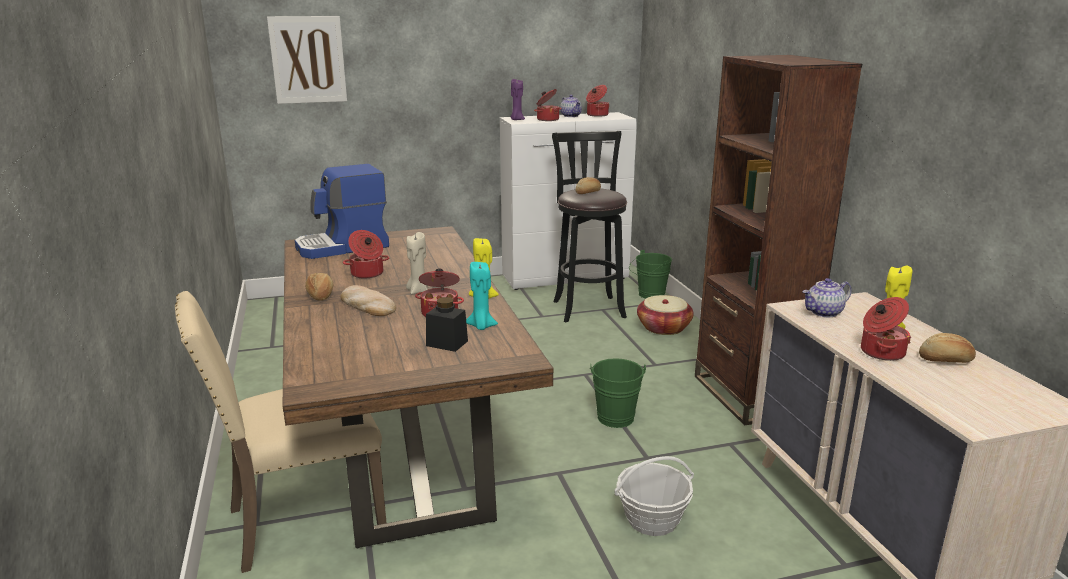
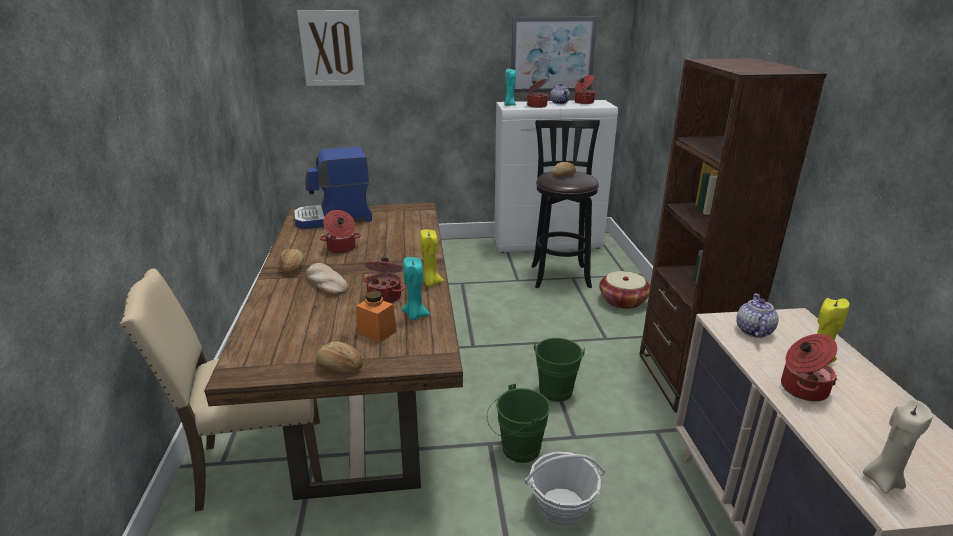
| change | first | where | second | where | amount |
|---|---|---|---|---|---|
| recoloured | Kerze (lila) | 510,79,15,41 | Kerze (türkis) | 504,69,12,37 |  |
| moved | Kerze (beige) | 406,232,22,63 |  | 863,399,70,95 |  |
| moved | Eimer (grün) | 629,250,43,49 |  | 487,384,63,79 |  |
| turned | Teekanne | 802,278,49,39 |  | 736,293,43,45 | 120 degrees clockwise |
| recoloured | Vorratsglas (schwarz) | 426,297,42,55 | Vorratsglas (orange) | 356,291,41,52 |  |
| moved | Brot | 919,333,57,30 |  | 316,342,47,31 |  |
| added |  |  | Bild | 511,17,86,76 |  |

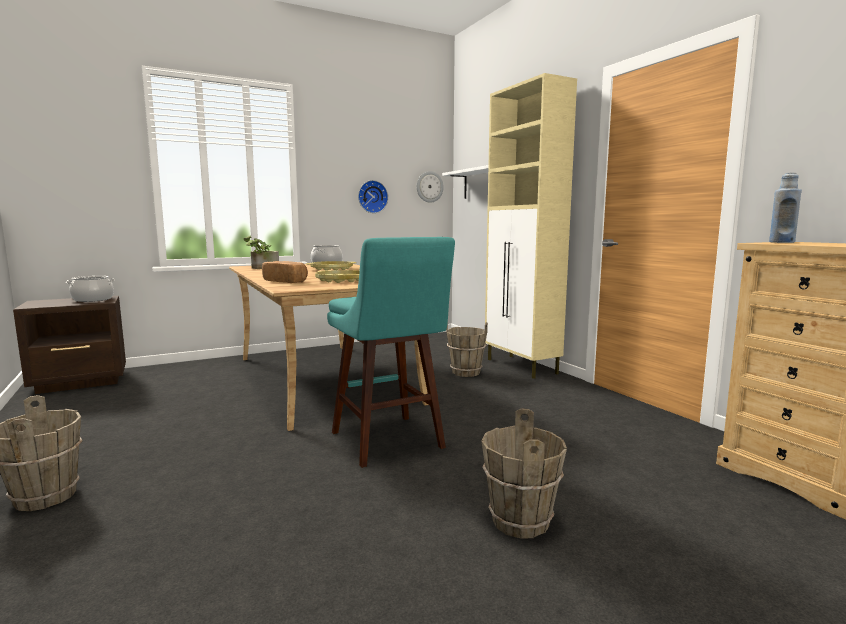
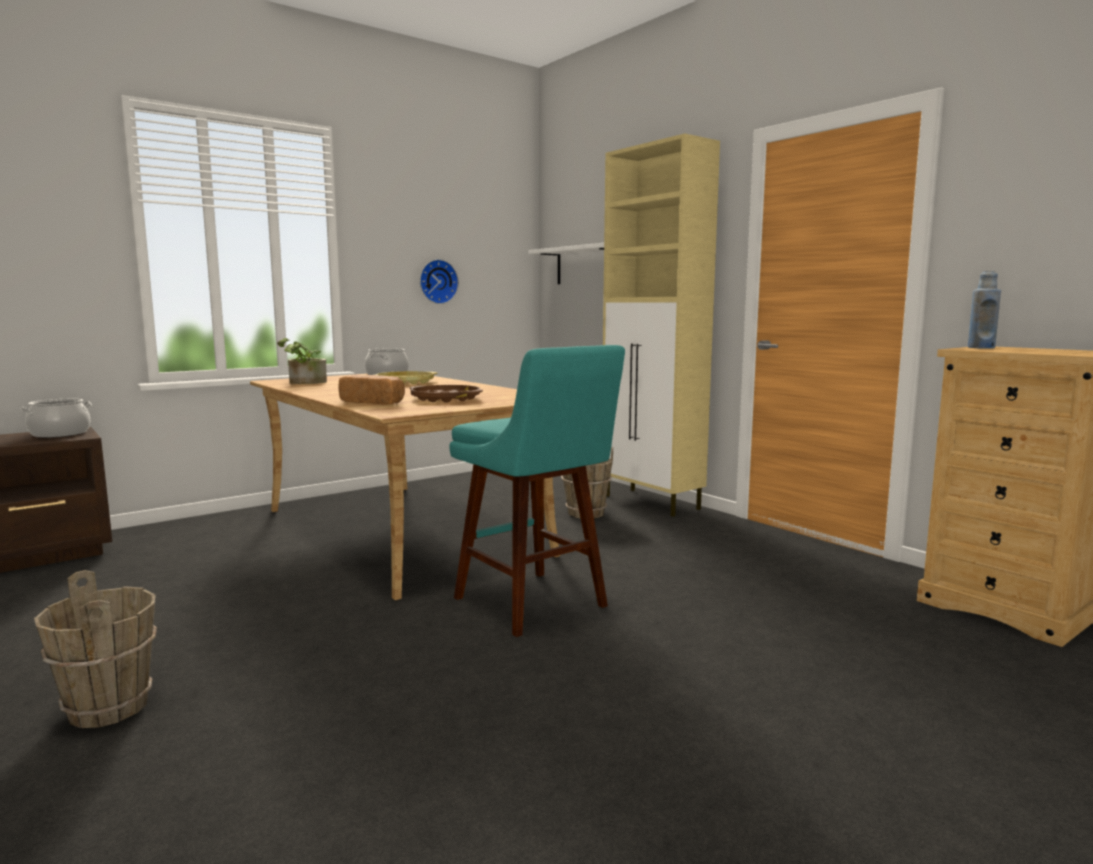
| change | first | where | second | where | amount |
|---|---|---|---|---|---|
| removed | Wanduhr | 417,171,27,32 |  |  |  |
| recoloured | Tablett (gelb) | 315,270,45,13 | Tablett (braun) | 410,385,73,18 |  |
| removed | Eimer (braun) | 481,408,86,131 |  |  |  |

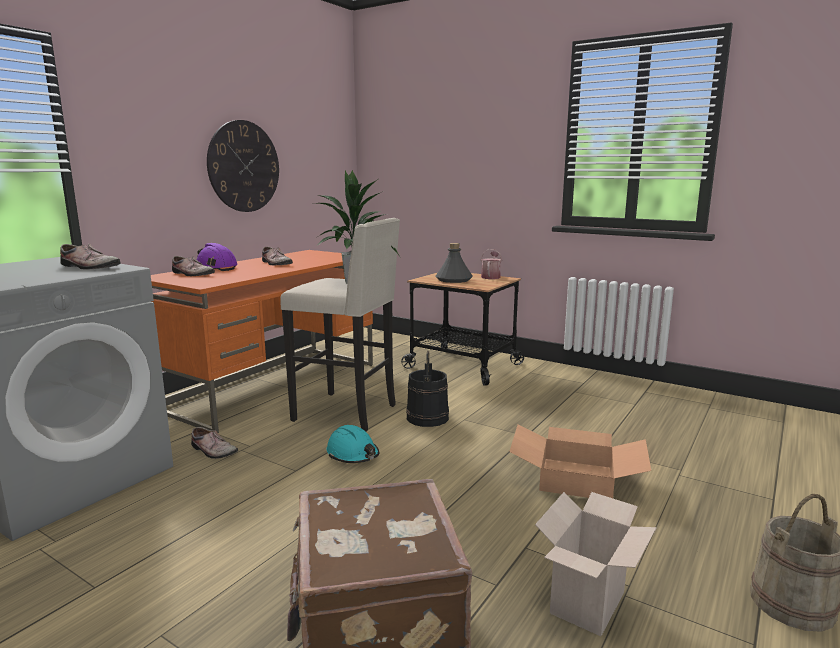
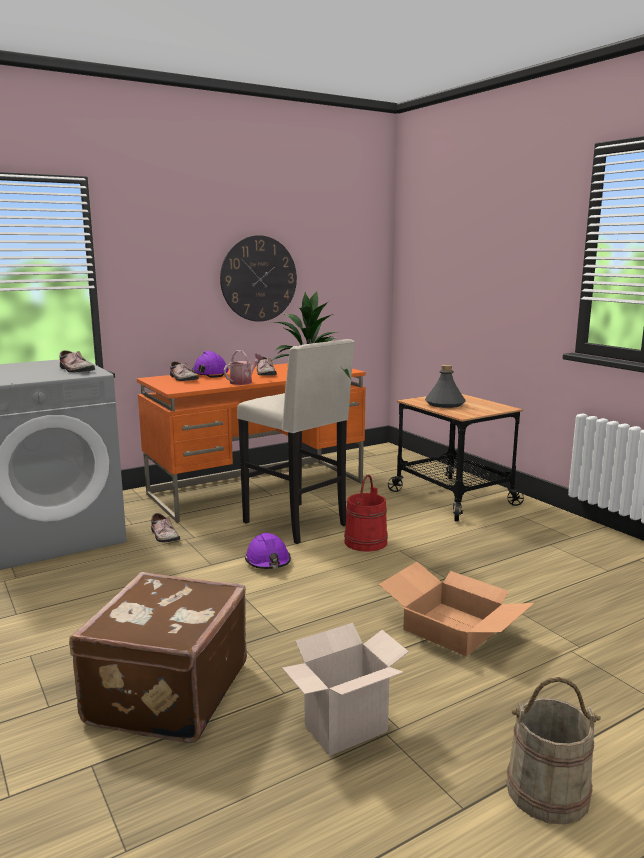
| change | first | where | second | where | amount |
|---|---|---|---|---|---|
| moved | Gießkanne | 480,249,22,30 |  | 224,350,39,35 |  |
| recoloured | Eimer (schwarz) | 406,351,43,76 | Eimer (rot) | 344,475,44,77 |  |
| recoloured | Schutzhelm (türkis) | 326,425,53,38 | Schutzhelm (lila) | 245,533,46,36 |  |

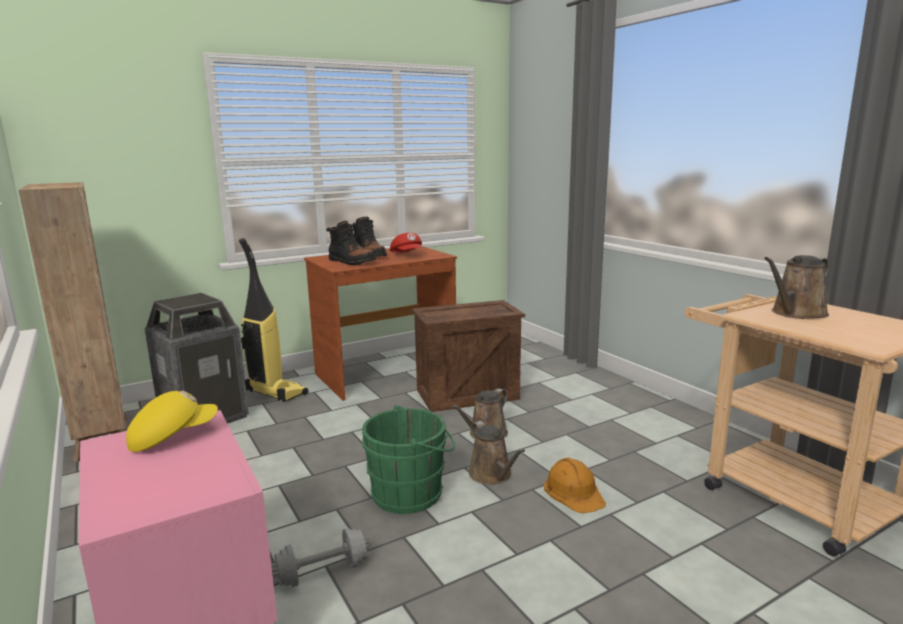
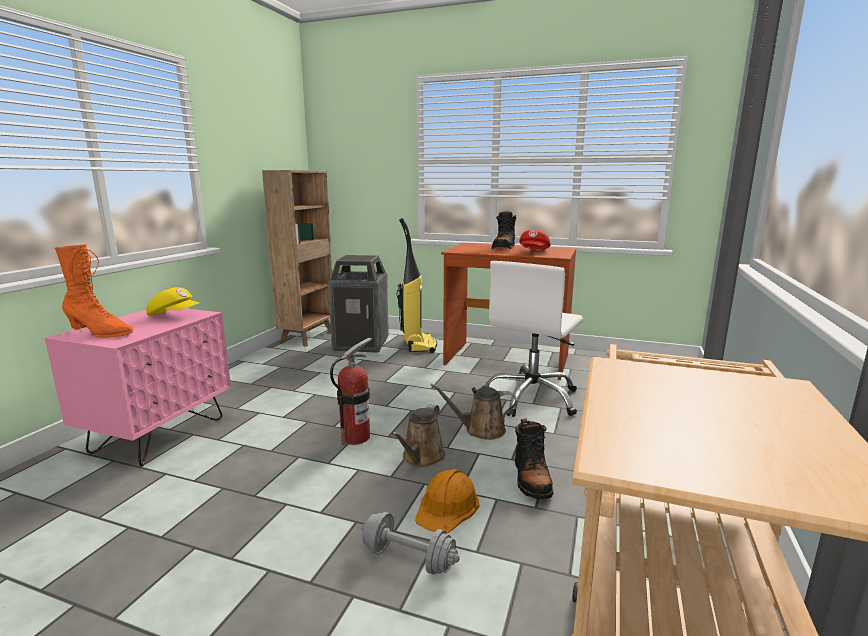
| change | first | where | second | where | amount |
|---|---|---|---|---|---|
| moved | Stiefel (schwarz) | 326,221,51,44 |  | 515,418,39,81 |  |
| removed | Gießkanne (braun) | 764,255,65,64 |  |  |  |
| replaced | Kiste | 412,300,113,112 | Bürostuhl (weiß) | 482,261,101,156 |  |
| replaced | Eimer (grün) | 362,405,93,109 | Feuerlöscher | 330,338,42,107 |  |
| moved | Hantel (grau) | 271,528,100,59 |  | 361,512,99,62 |  |
| added |  |  | Stiefel (orange) | 55,244,79,94 |  |

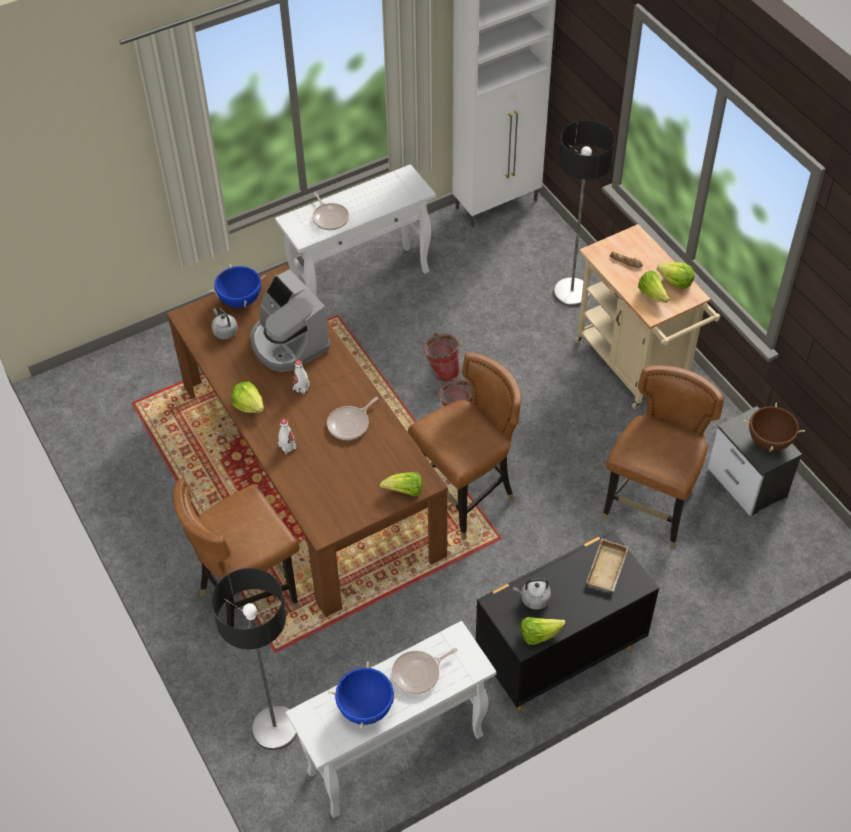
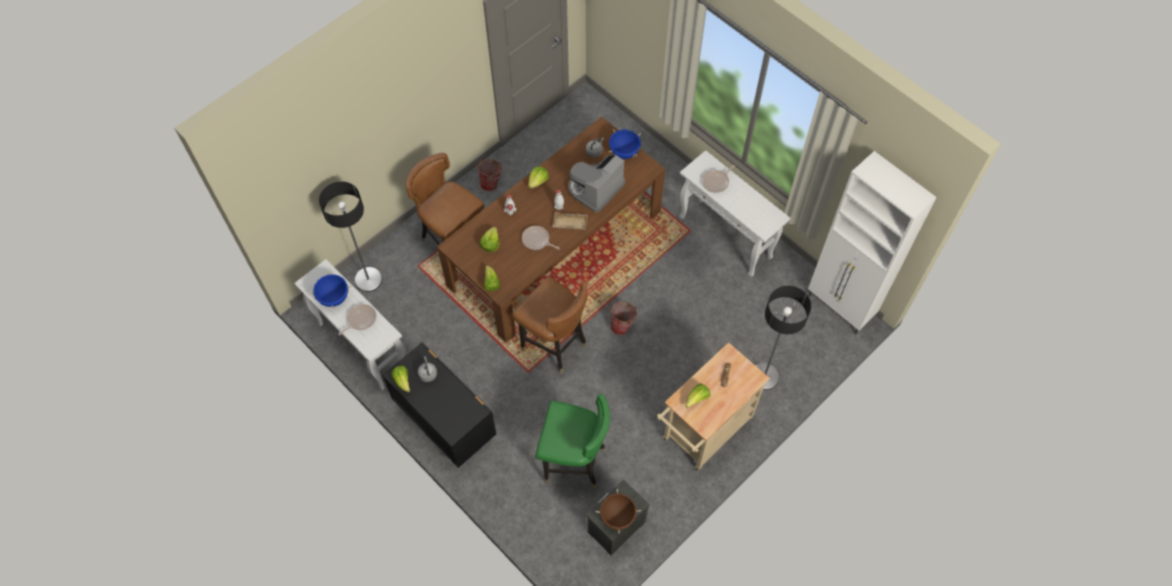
| change | first | where | second | where | amount |
|---|---|---|---|---|---|
| moved | Salatkopf | 657,262,37,27 |  | 480,227,19,25 |  |
| moved | Eimer | 423,333,39,48 |  | 477,159,26,32 |  |
| recoloured | Stuhl (braun) | 602,365,122,184 | Stuhl (grün) | 535,394,75,95 |  |
| moved | Tablett (beige) | 586,538,43,54 |  | 553,212,35,18 |  |
| turned | Pfanne | 392,648,66,46 |  | 339,304,37,31 | 90 degrees clockwise |

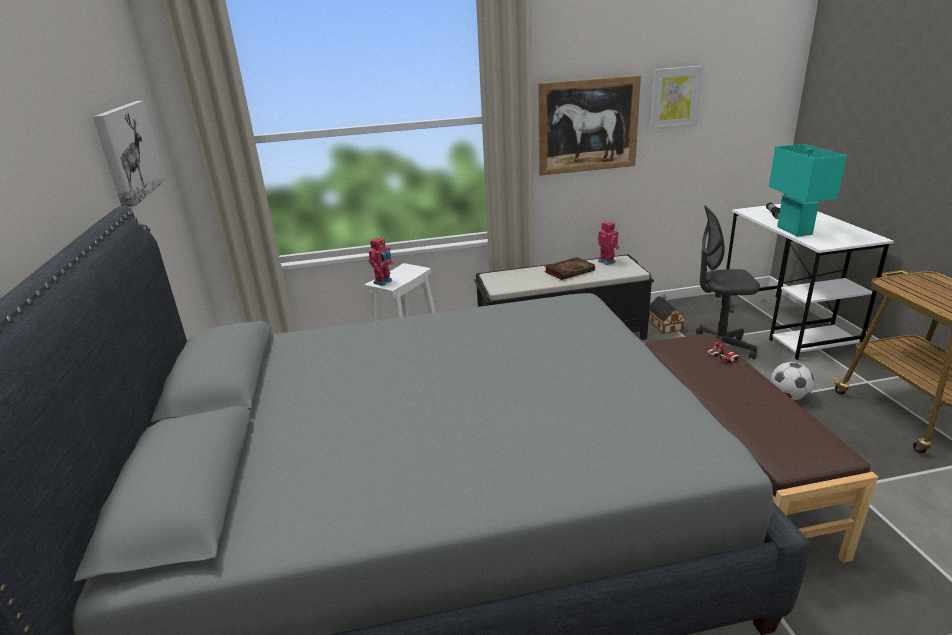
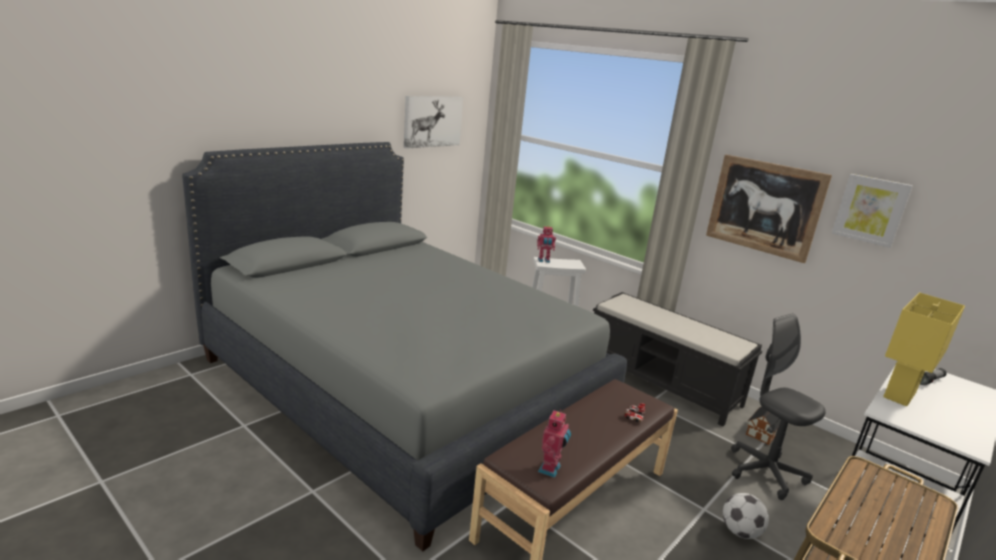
| change | first | where | second | where | amount |
|---|---|---|---|---|---|
| recoloured | Tischlampe (türkis) | 769,144,78,92 | Tischlampe (gelb) | 883,292,82,114 |  |
| moved | Spielzeugroboter | 598,220,21,45 |  | 538,409,33,69 |  |
| removed | Buch | 544,257,51,23 |  |  |  |

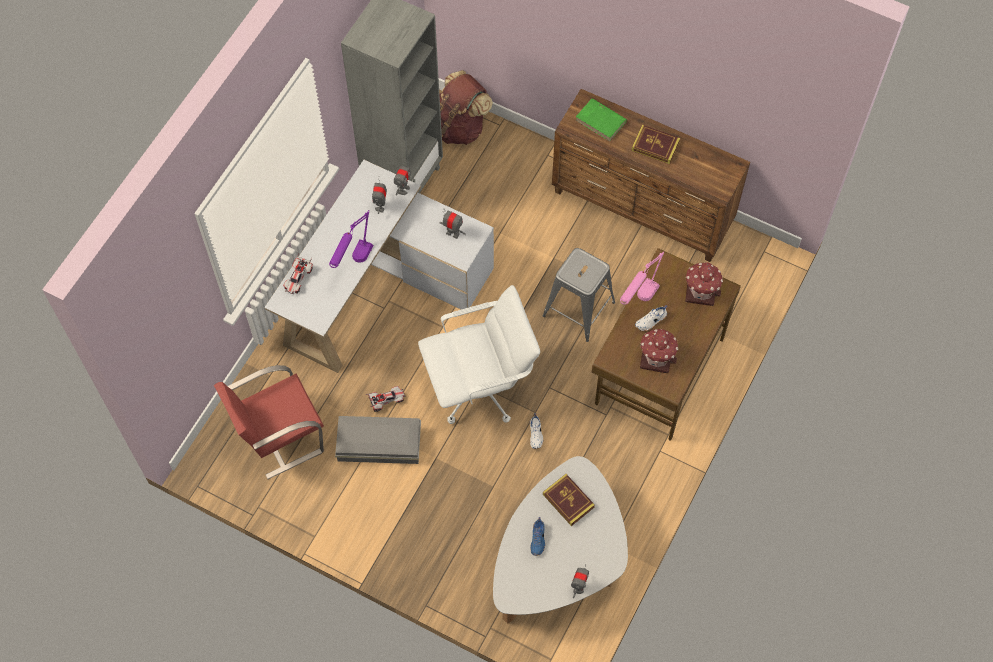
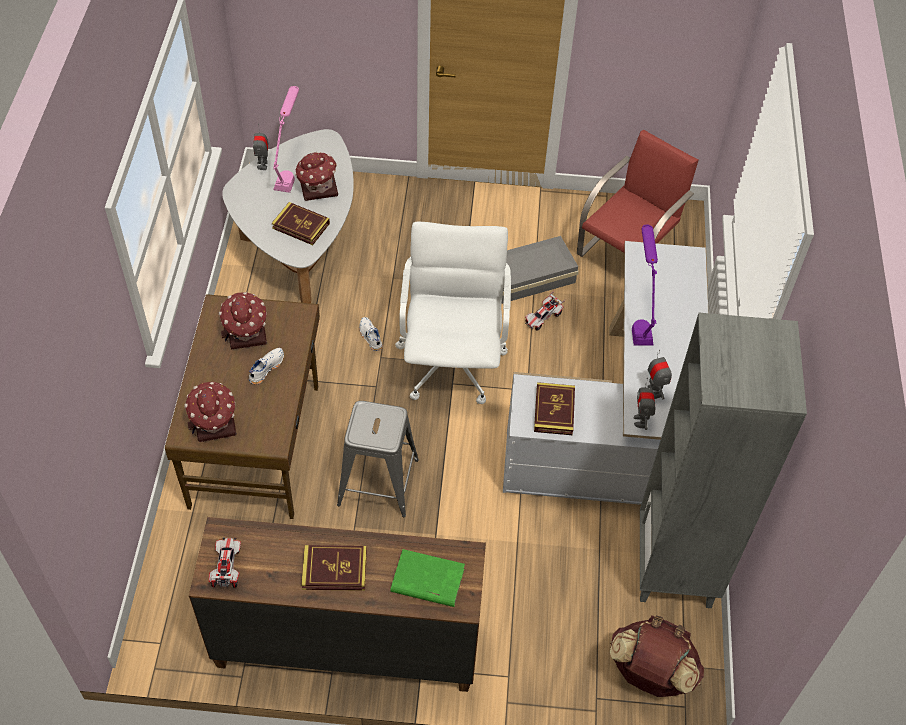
| change | first | where | second | where | amount |
|---|---|---|---|---|---|
| replaced | Spielzeugroboter | 439,211,27,28 | Buch | 534,382,41,53 |  |
| moved | Tischlampe (rosa) | 620,251,44,54 |  | 273,86,26,107 |  |
| moved | Spielzeugauto | 283,253,30,41 |  | 209,537,32,50 |  |
| turned | Bürostuhl (weiß) | 418,285,122,139 |  | 395,221,116,183 | 135 degrees clockwise |
| replaced | Schuh (blau) | 530,517,15,39 | Spielzeughaus | 295,152,43,49 |  |

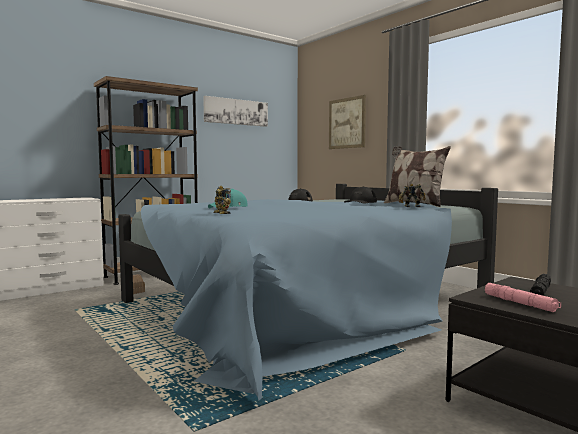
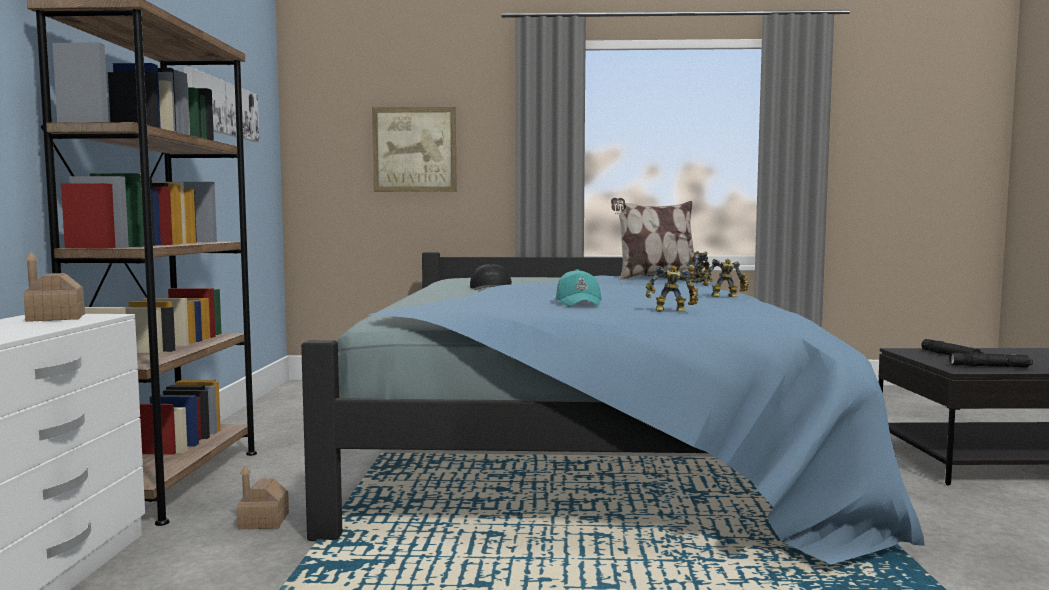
| change | first | where | second | where | amount |
|---|---|---|---|---|---|
| removed | Kappe (schwarz) | 344,186,33,17 |  |  |  |
| recoloured | Taschenlampe (rosa) | 485,283,76,29 | Taschenlampe (schwarz) | 950,353,83,15 |  |
| added |  |  | Spielzeughaus | 24,252,61,70 |  |
| added |  |  | Spielzeugroboter | 703,259,46,39 |  |

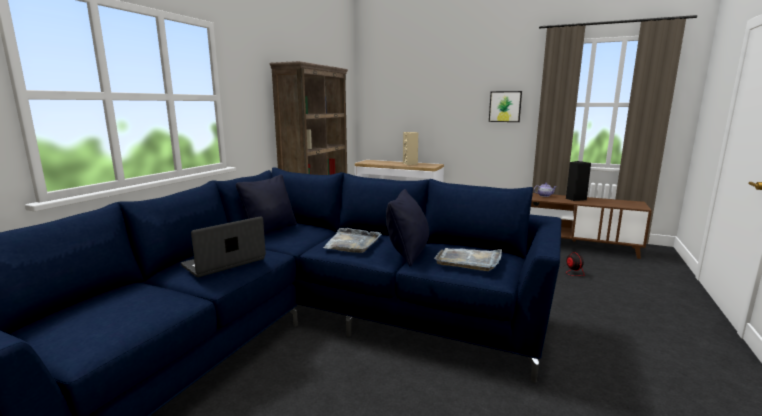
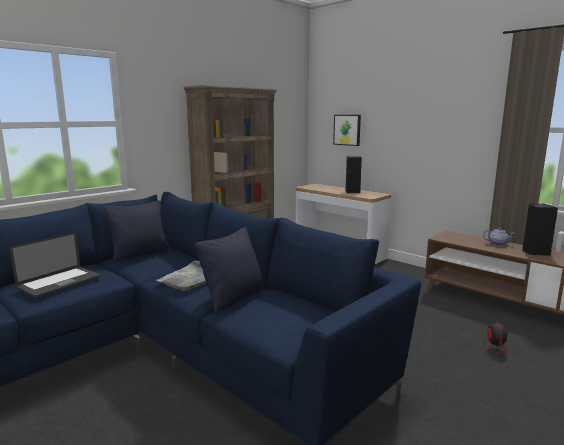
| change | first | where | second | where | amount |
|---|---|---|---|---|---|
| moved | Bild | 489,91,33,31 |  | 333,115,28,31 |  |
| recoloured | Lautsprecher (beige) | 403,132,15,33 | Lautsprecher (schwarz) | 346,156,16,37 |  |
| turned | Laptop | 181,216,85,61 |  | 10,232,90,66 | 150 degrees clockwise |
| removed | Tablett (grau) | 434,248,68,23 |  |  |  |

